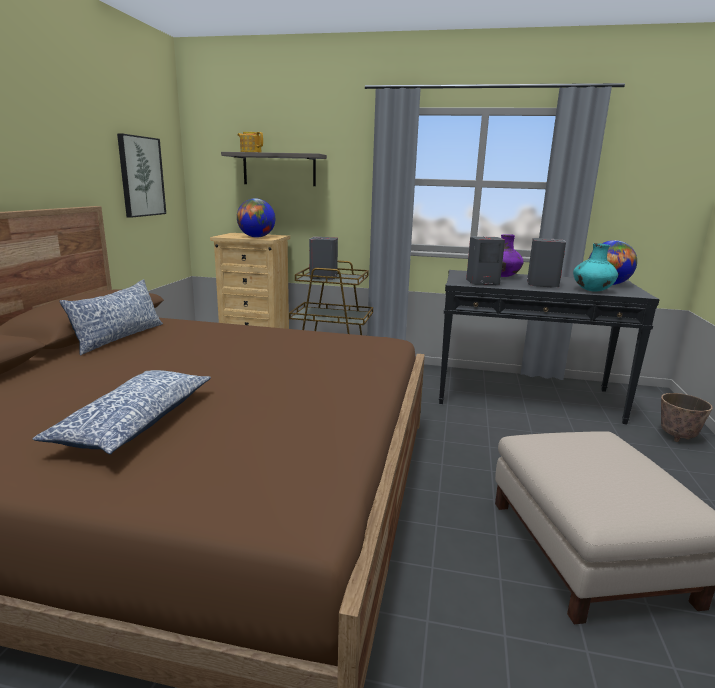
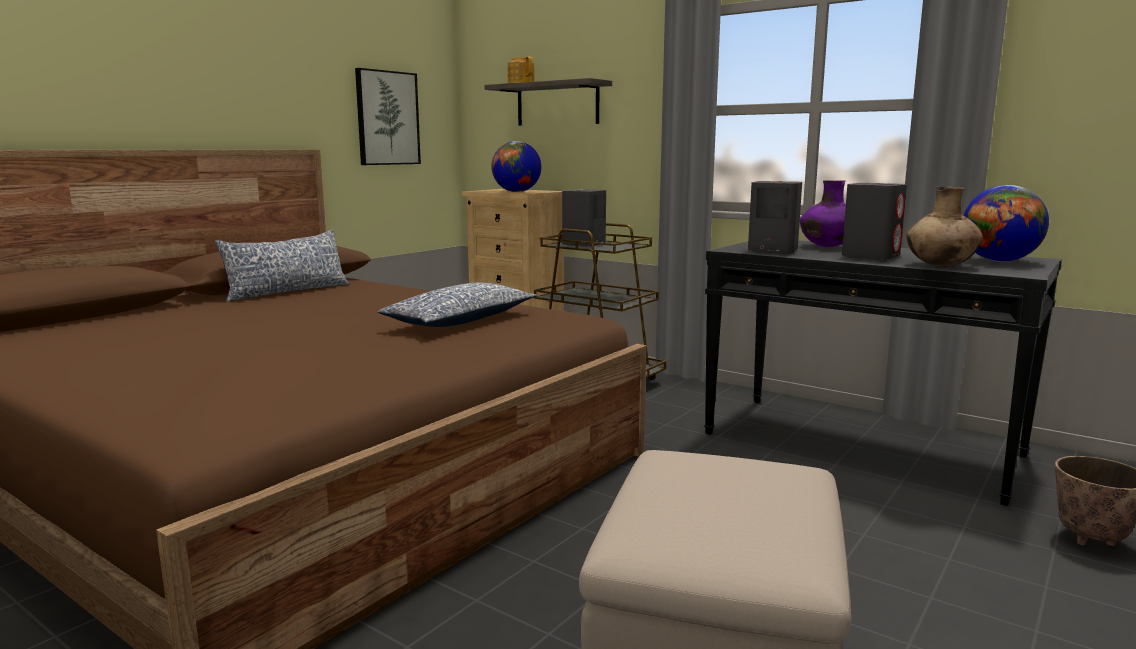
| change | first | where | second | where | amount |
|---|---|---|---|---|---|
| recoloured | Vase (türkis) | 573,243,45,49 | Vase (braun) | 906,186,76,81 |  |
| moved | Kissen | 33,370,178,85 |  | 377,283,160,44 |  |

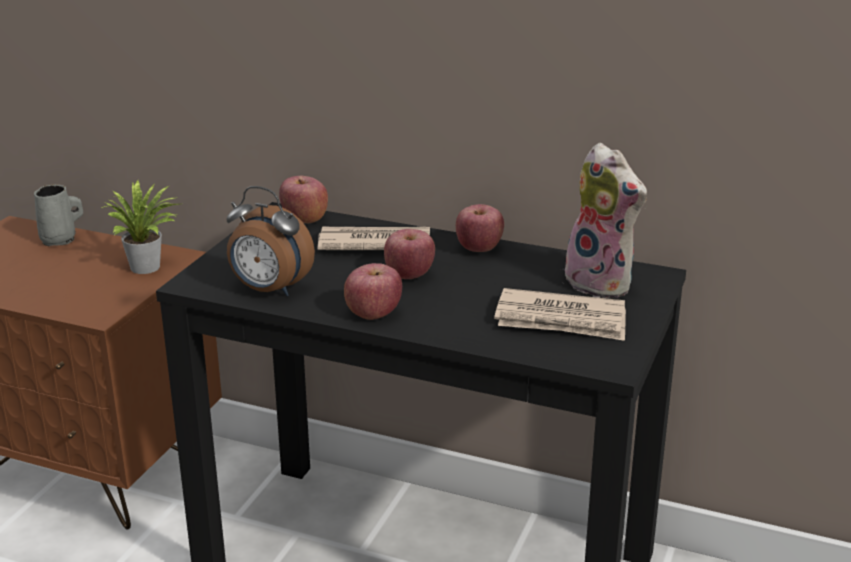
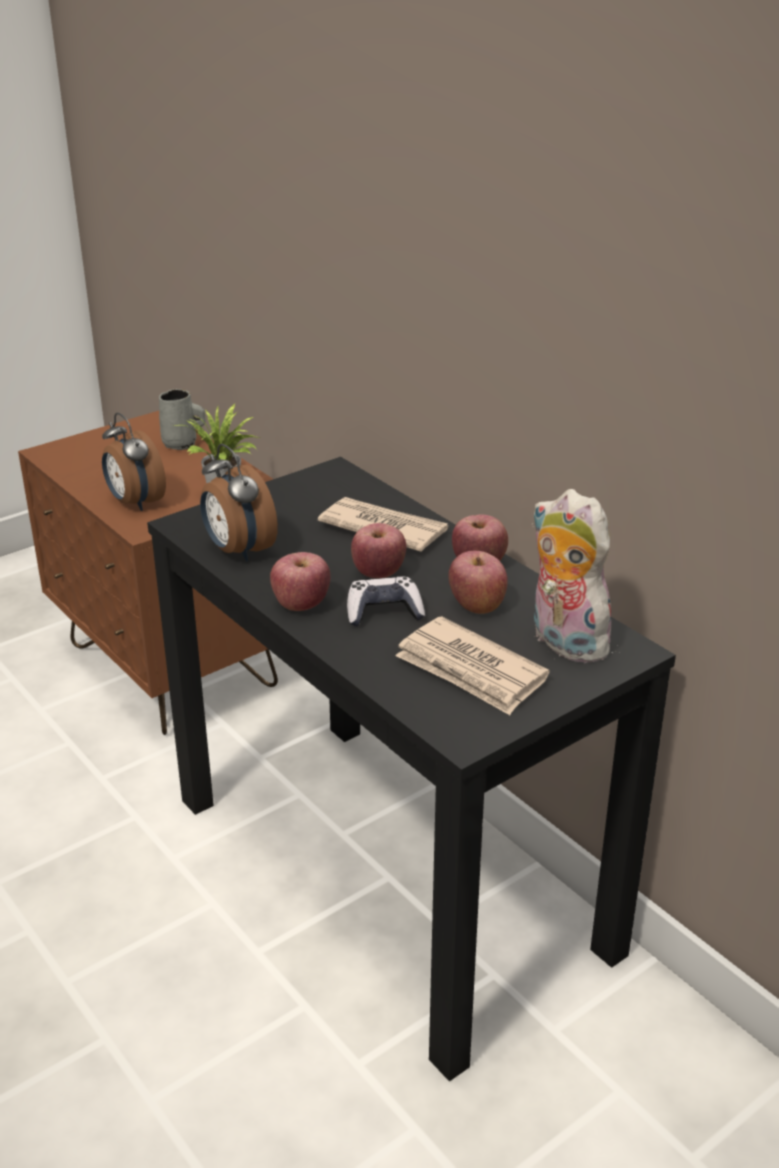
| change | first | where | second | where | amount |
|---|---|---|---|---|---|
| turned | Plüschtier | 565,143,82,155 |  | 532,489,88,174 | 150 degrees clockwise |
| moved | Apfel | 279,176,49,47 |  | 448,551,60,63 |  |
| added |  |  | Wecker | 102,412,64,99 |  |
| added |  |  | Gamepad | 347,576,78,50 |  |

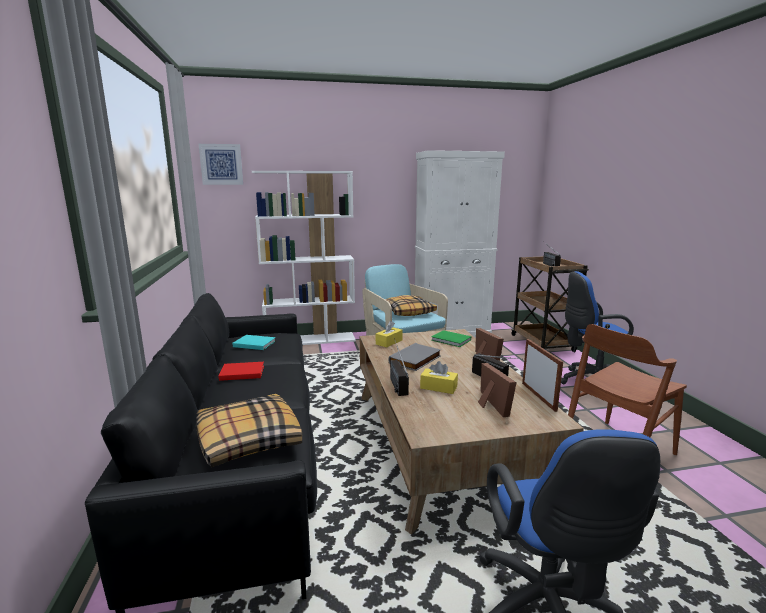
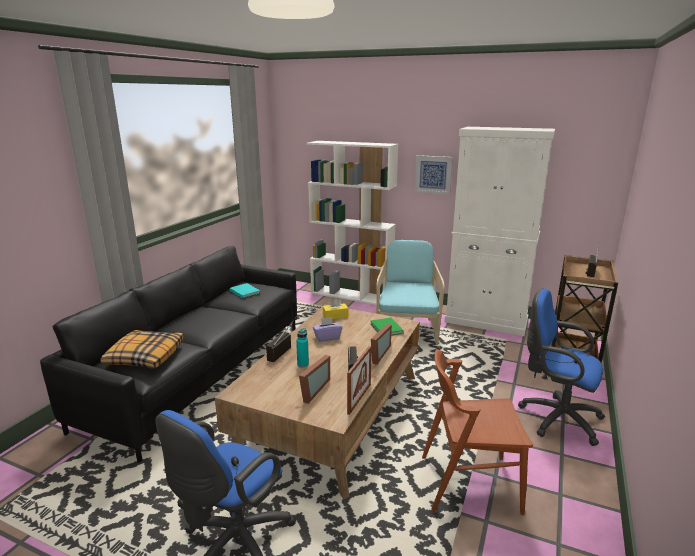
| change | first | where | second | where | amount |
|---|---|---|---|---|---|
| moved | Bild | 199,144,44,41 |  | 414,155,39,39 |  |
| removed | Kissen | 385,295,52,21 |  |  |  |
| replaced | Buch (grau) | 388,343,53,28 | Taschentuchbox (lila) | 313,317,29,25 |  |
| replaced | Taschentuchbox (gelb) | 420,361,38,33 | Flasche (türkis) | 296,328,13,39 |  |
| removed | Buch (rot) | 218,362,46,19 |  |  |  |

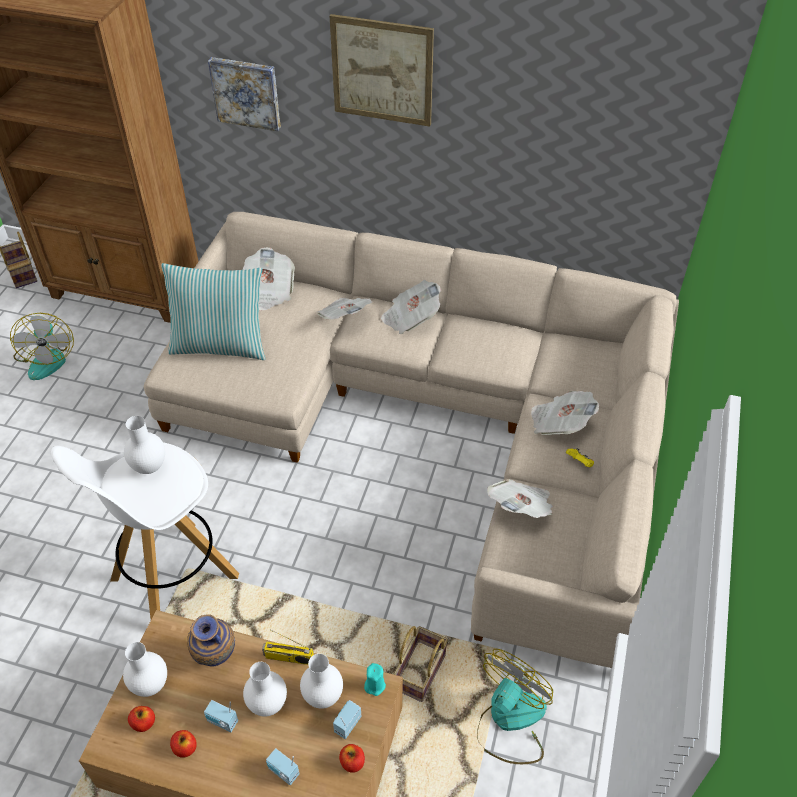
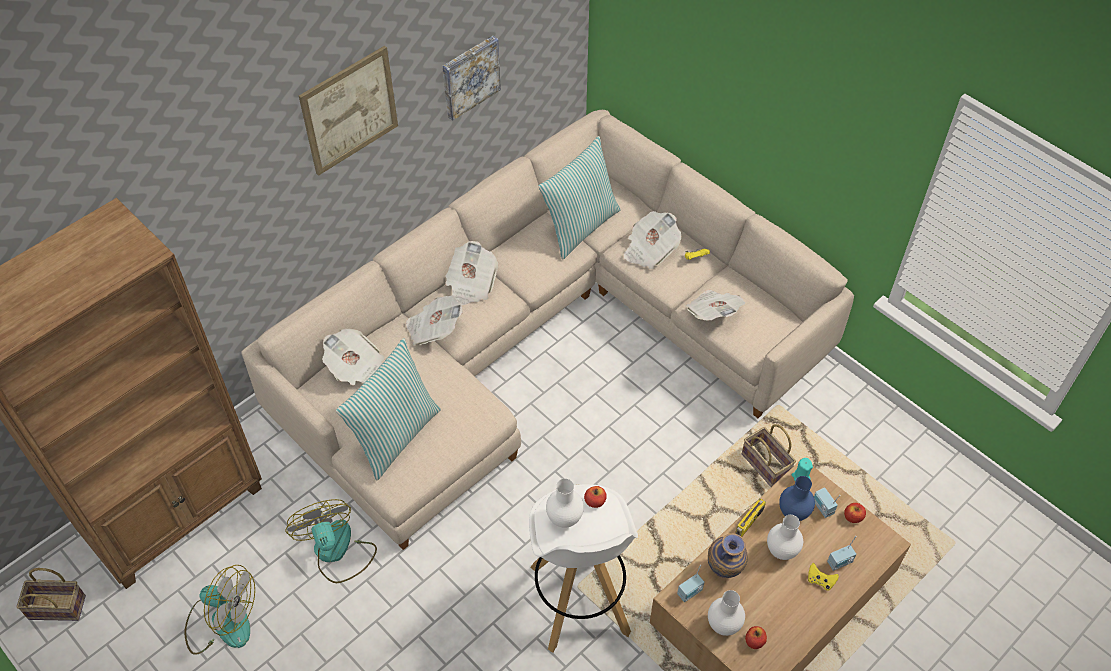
| change | first | where | second | where | amount |
|---|---|---|---|---|---|
| moved | Bild | 208,57,73,74 |  | 443,35,58,86 |  |
| moved | Ventilator | 477,649,76,115 |  | 285,499,92,84 |  |
| recoloured | Vase (weiß) | 300,654,43,55 | Vase (blau) | 779,476,36,45 |  |
| moved | Radio | 204,700,34,32 |  | 677,565,27,37 |  |
| moved | Apfel | 170,730,27,27 |  | 584,486,23,22 |  |
| added |  |  | Kissen | 538,136,83,123 |  |
| added |  |  | Gamepad (gelb) | 808,563,31,28 |  |

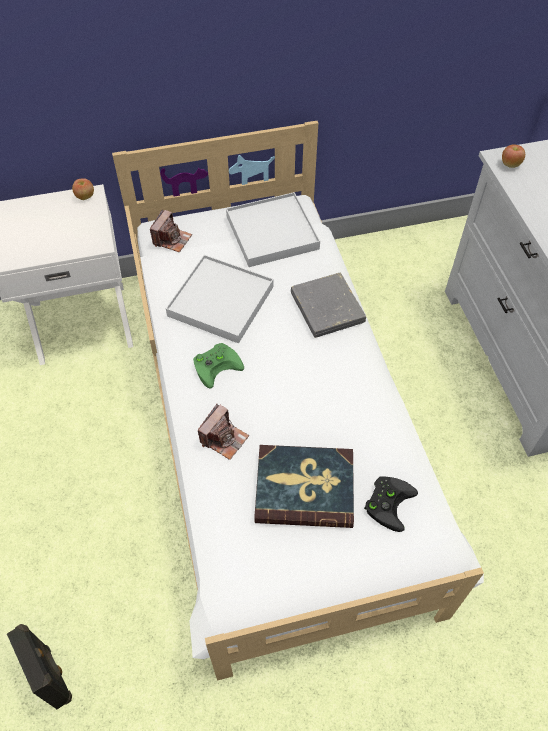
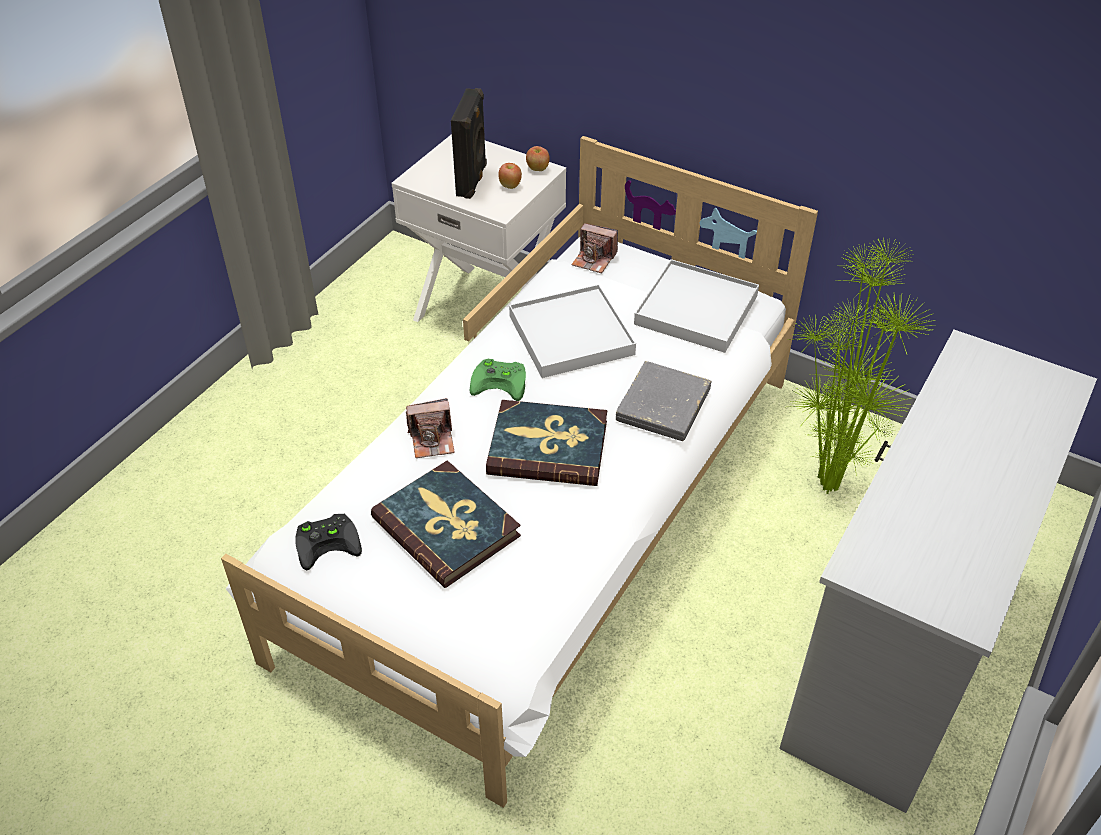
| change | first | where | second | where | amount |
|---|---|---|---|---|---|
| moved | Apfel | 502,144,23,24 |  | 498,163,24,26 |  |
| turned | Kamera | 150,209,42,44 |  | 571,223,47,50 | 45 degrees clockwise |
| moved | Gamepad (schwarz) | 364,476,54,56 |  | 295,514,67,57 |  |
| moved | Lautsprecher (schwarz) | 7,624,65,85 |  | 451,88,36,111 |  |
| added |  |  | Topfpflanze | 788,237,147,257 |  |
| added |  |  | Buch | 486,400,121,86 |  |

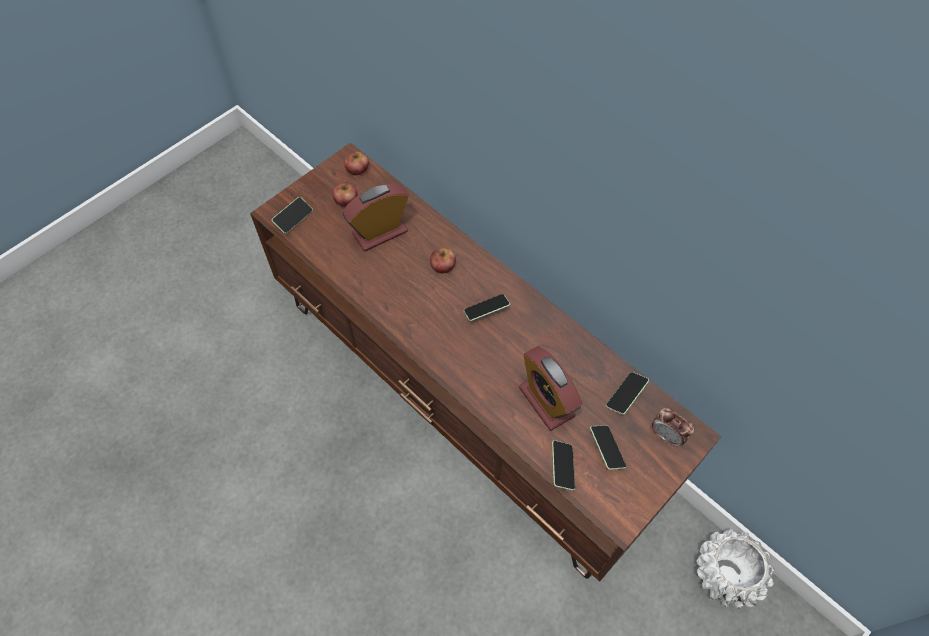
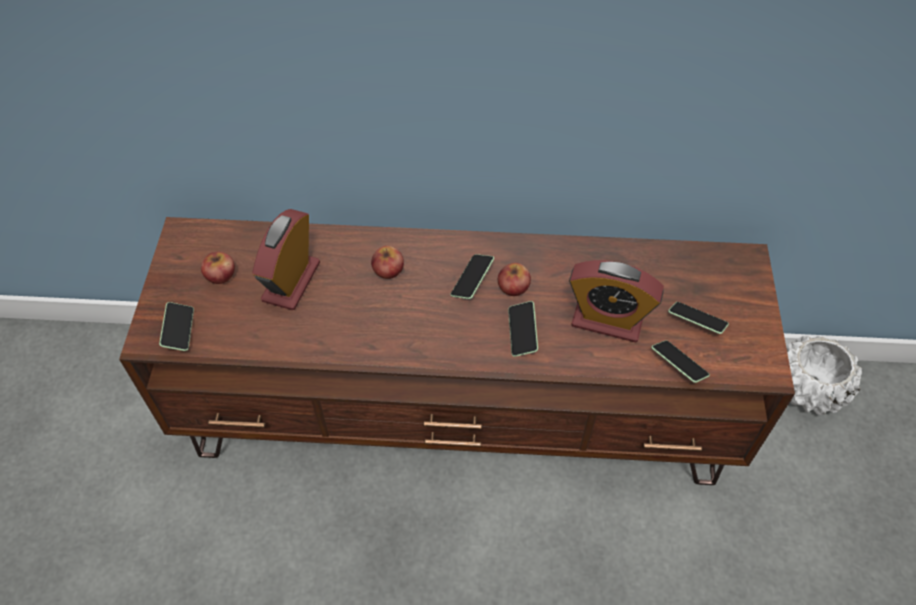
| change | first | where | second | where | amount |
|---|---|---|---|---|---|
| moved | Apfel | 344,151,25,24 |  | 498,263,33,33 |  |
| moved | Handy | 606,372,43,43 |  | 508,301,30,56 |  |
| removed | Wecker | 652,408,42,38 |  |  |  |

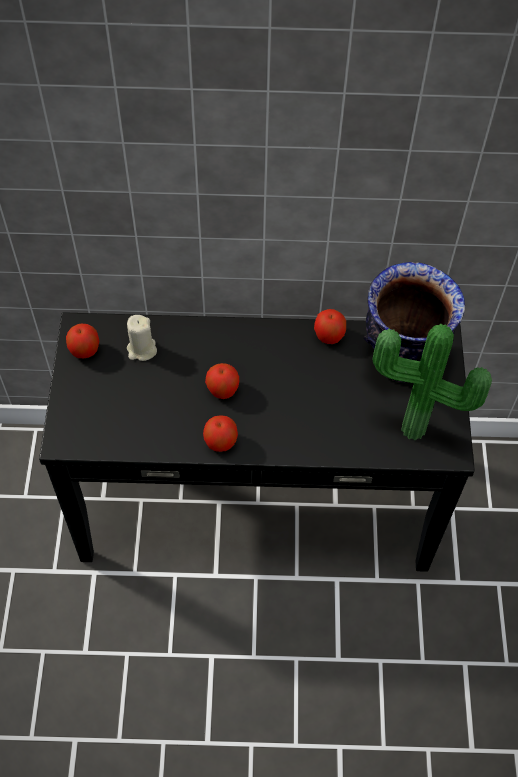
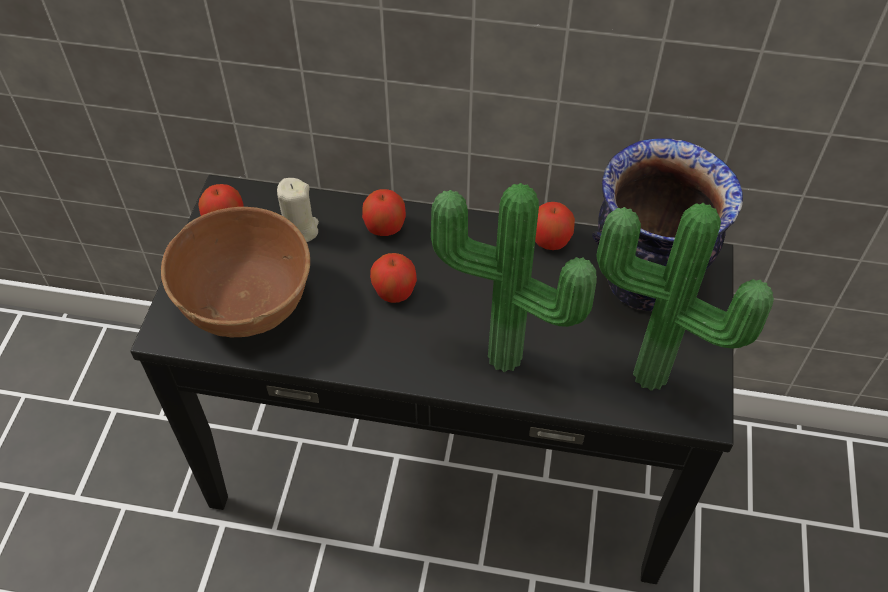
| change | first | where | second | where | amount |
|---|---|---|---|---|---|
| moved | Apfel | 203,415,35,37 |  | 362,189,44,47 |  |
| added |  |  | Topfpflanze | 431,183,166,189 |  |
| added |  |  | Schüssel (braun) | 161,207,149,130 |  |

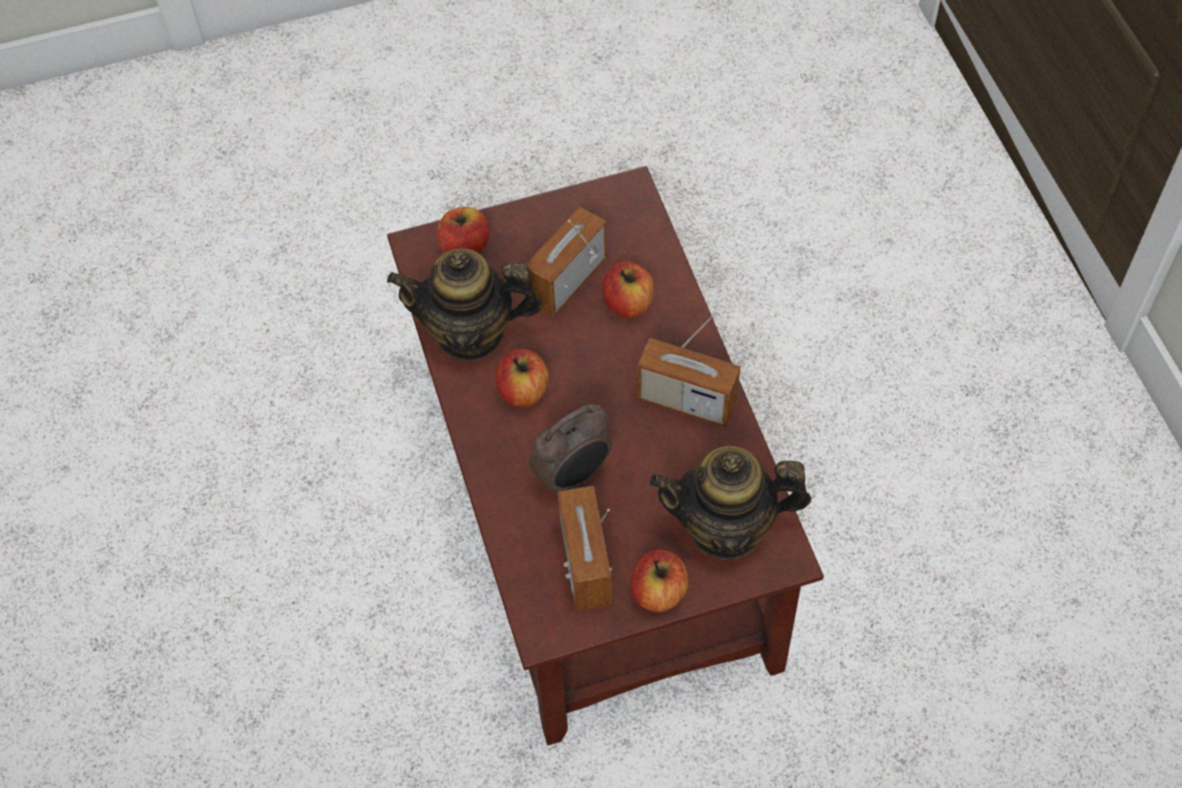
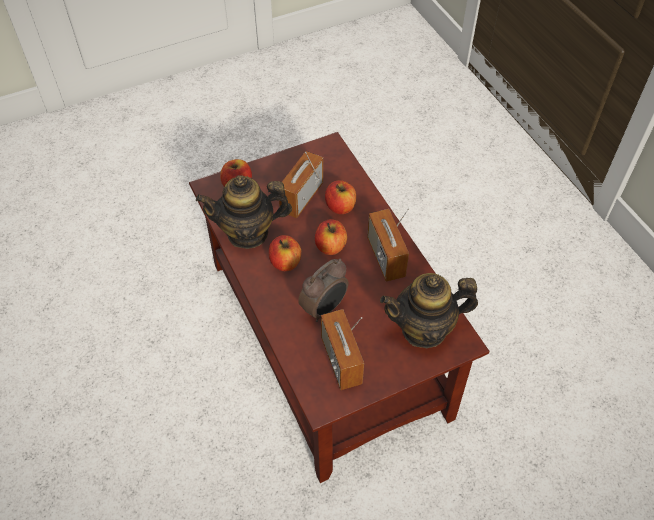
| change | first | where | second | where | amount |
|---|---|---|---|---|---|
| turned | Radio | 637,312,103,115 |  | 367,208,42,74 | 60 degrees clockwise |
| moved | Apfel | 630,550,58,62 |  | 315,219,32,36 |  |

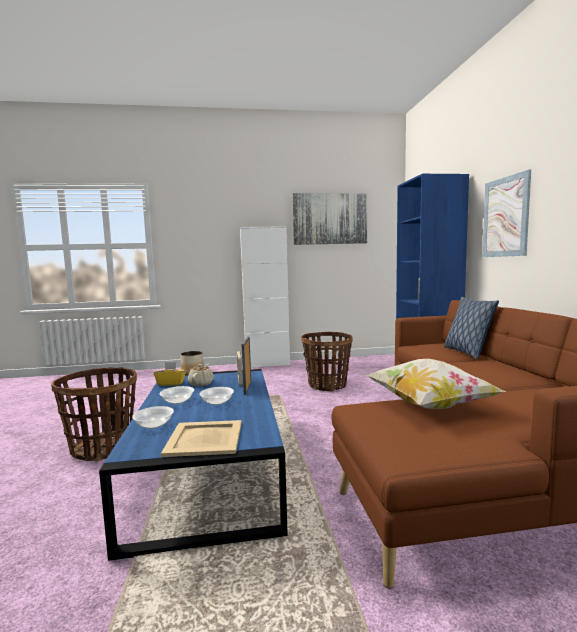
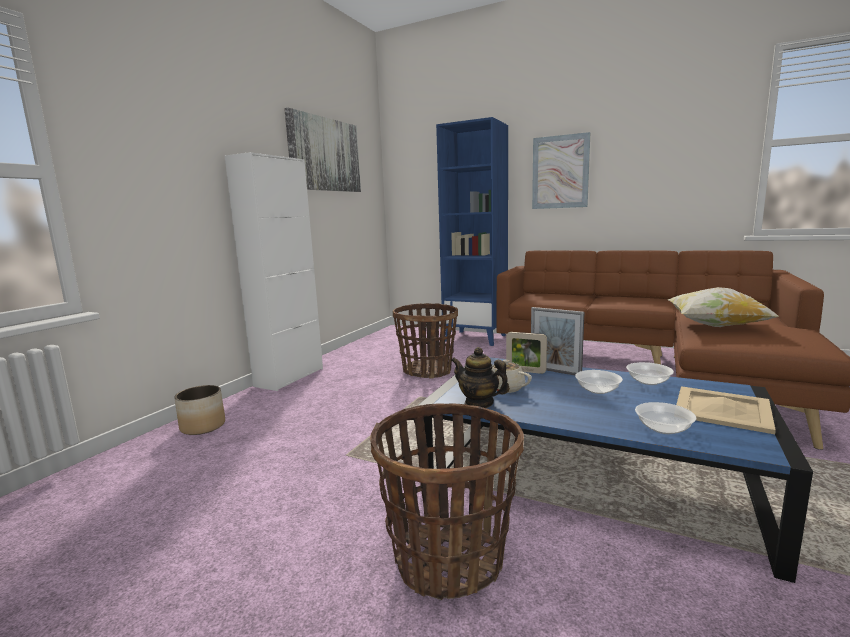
| change | first | where | second | where | amount |
|---|---|---|---|---|---|
| removed | Kissen | 444,297,55,62 |  |  |  |
| replaced | Taschentuchbox (gelb) | 154,362,32,24 | Teekanne | 451,347,59,61 |  |
| moved | Schüssel | 160,386,34,18 |  | 626,362,48,23 |  |

